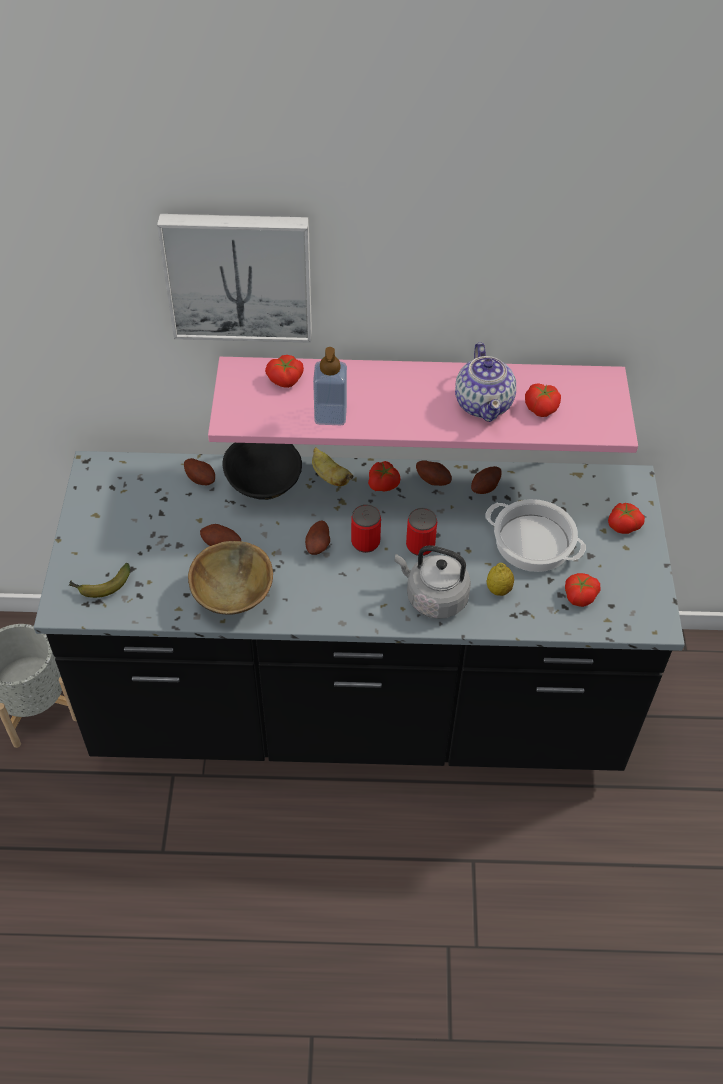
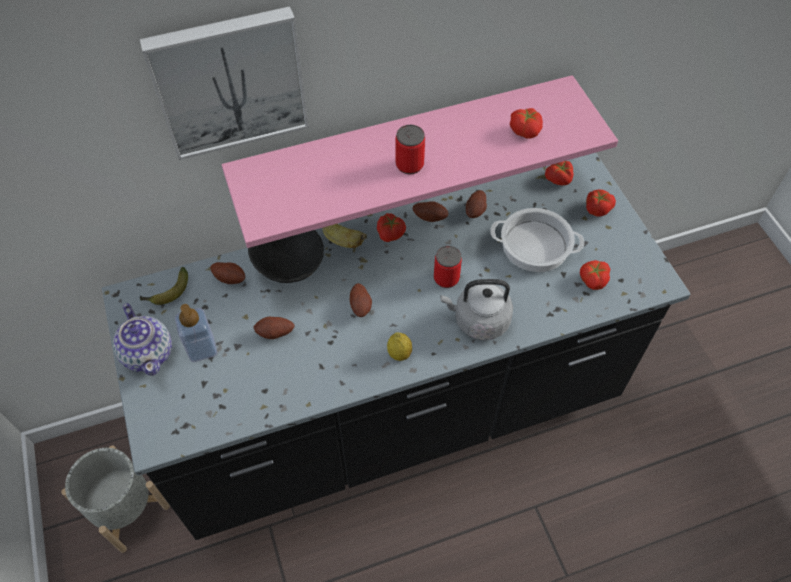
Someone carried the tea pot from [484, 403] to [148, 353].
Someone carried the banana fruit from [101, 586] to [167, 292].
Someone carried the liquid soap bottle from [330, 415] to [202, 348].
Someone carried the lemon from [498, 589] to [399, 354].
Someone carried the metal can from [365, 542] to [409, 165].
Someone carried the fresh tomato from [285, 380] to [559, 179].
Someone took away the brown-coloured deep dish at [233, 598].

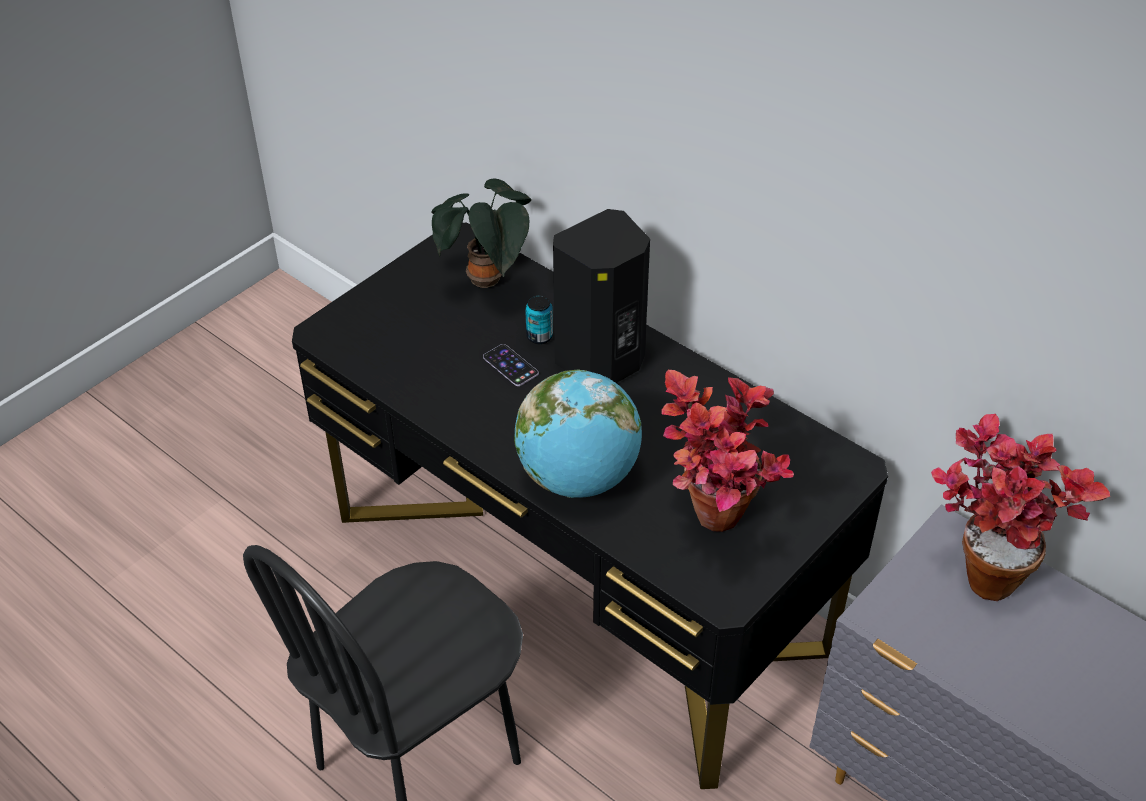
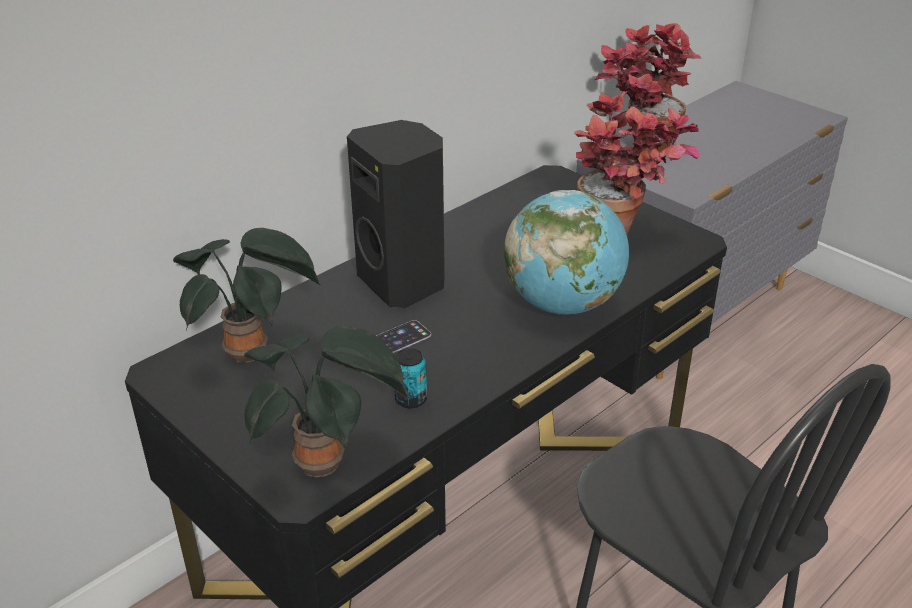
Someone put down the houseplant at [326, 463].
Someone carried the metal can from [539, 336] to [411, 399].

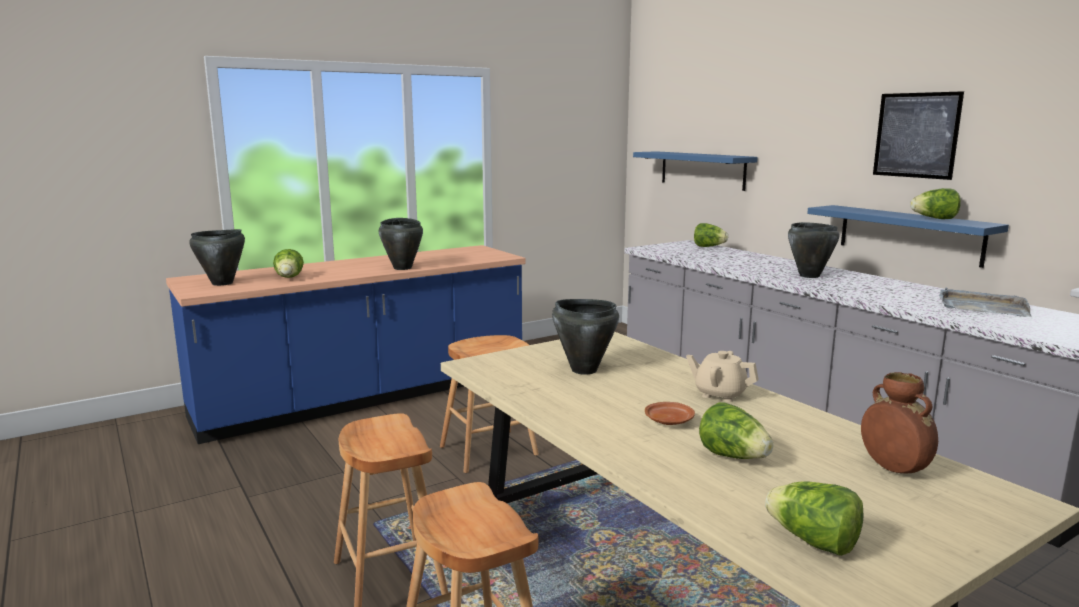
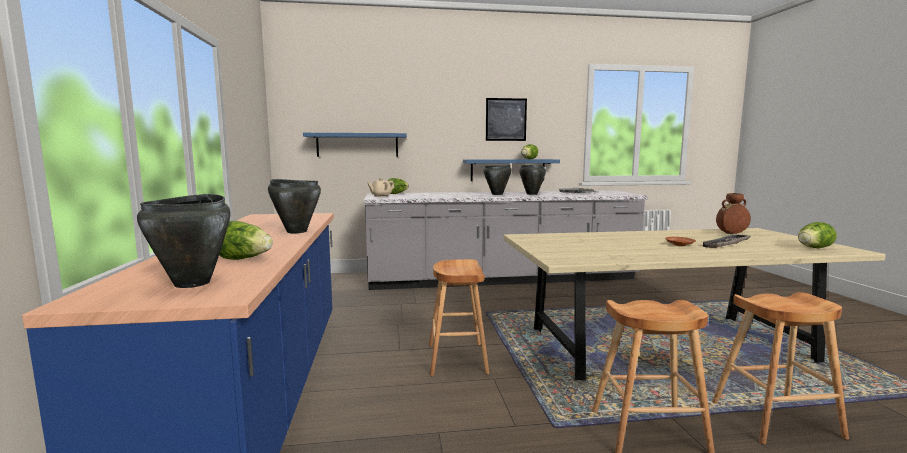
Someone carried the beige tea pot from [720, 394] to [381, 196].
Someone carried the blackish saucepot from [583, 370] to [531, 194].
Someone swapped the head of lettuce at [733, 456] for the tray at [726, 244].

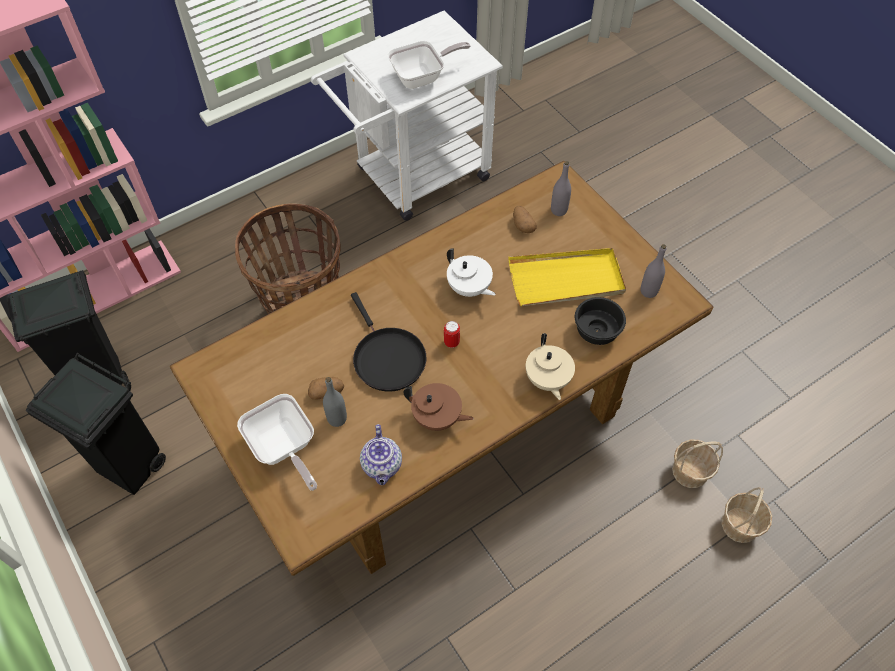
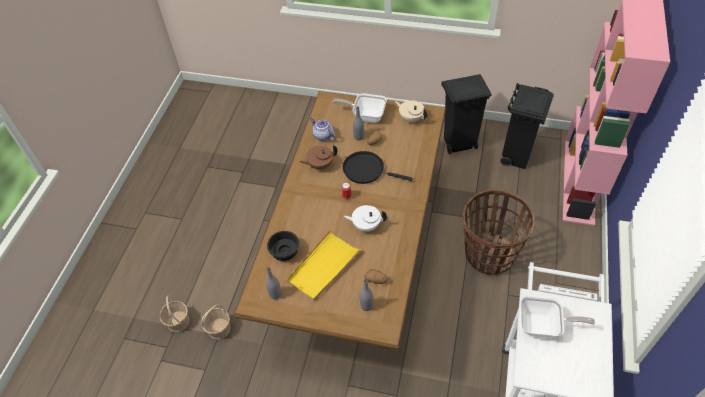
Someone carried the beige tea pot from [547, 380] to [411, 118].
Someone rotated the pan at [422, 77] by 105 degrees counterclockwise.

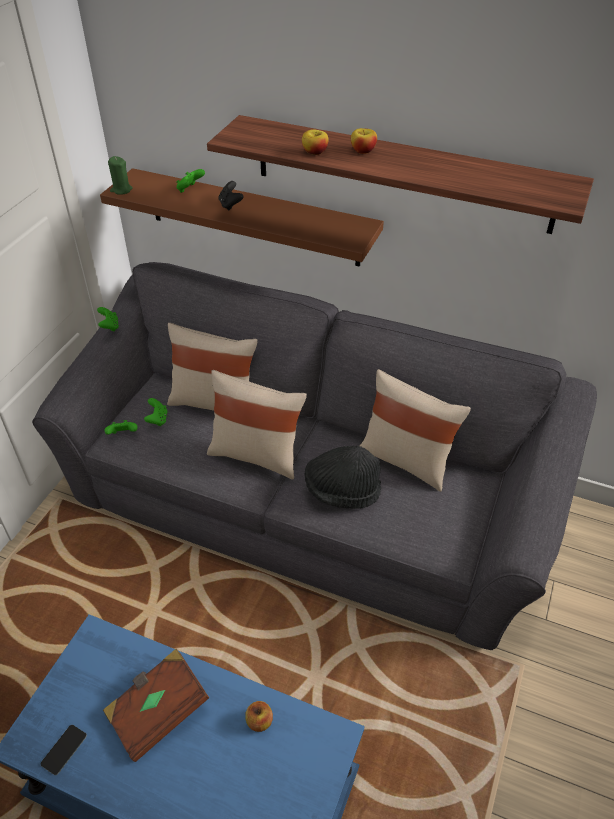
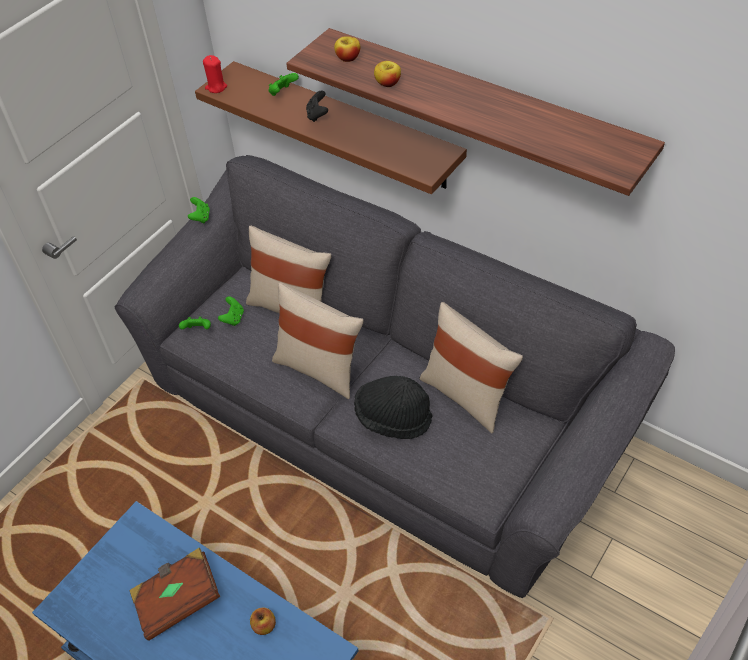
Someone repainted the green wax light at [121, 190], which became the red wax light at [216, 87].
Someone carried the whole apple from [363, 151] to [348, 58].
Someone took away the telephone at [64, 749].

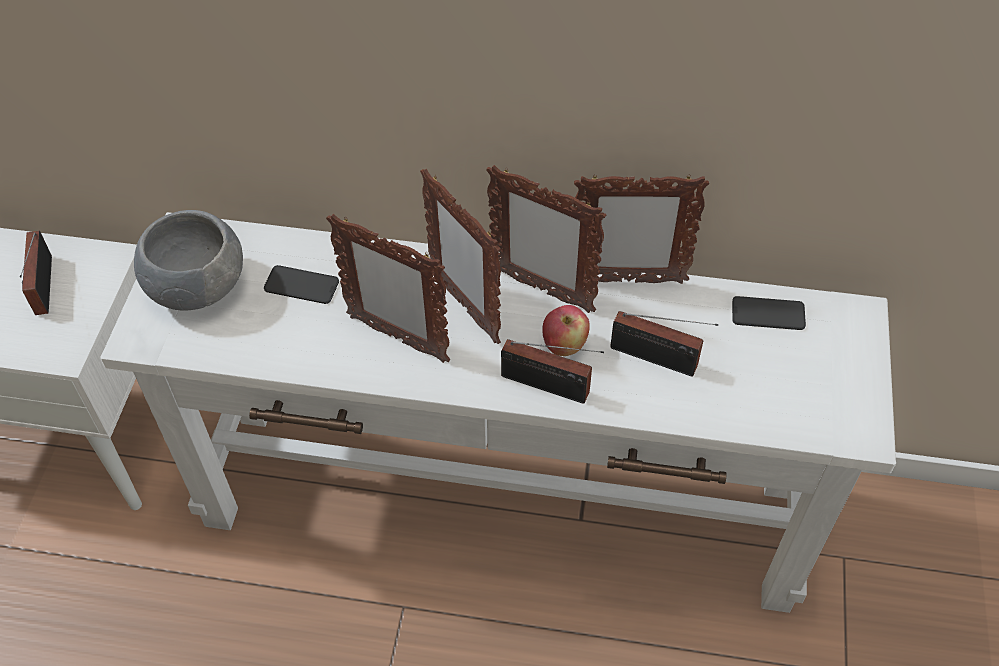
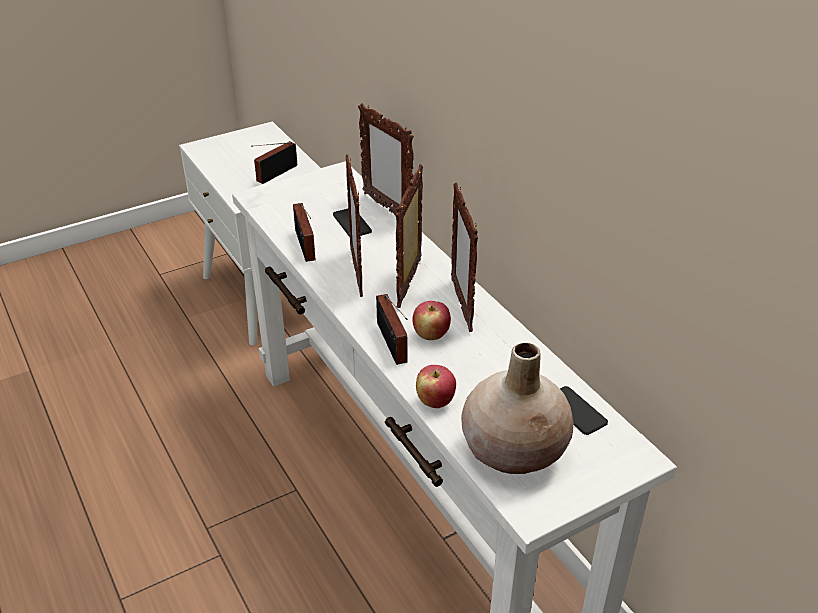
Someone carried the radio set from [658, 359] to [305, 247].
Someone carried the standing frame from [628, 281] to [387, 208].
Someone put down the whole apple at [435, 401].
Someone put down the beige decorative vase at [514, 451].
Someone took away the grey deep dish at [197, 287].

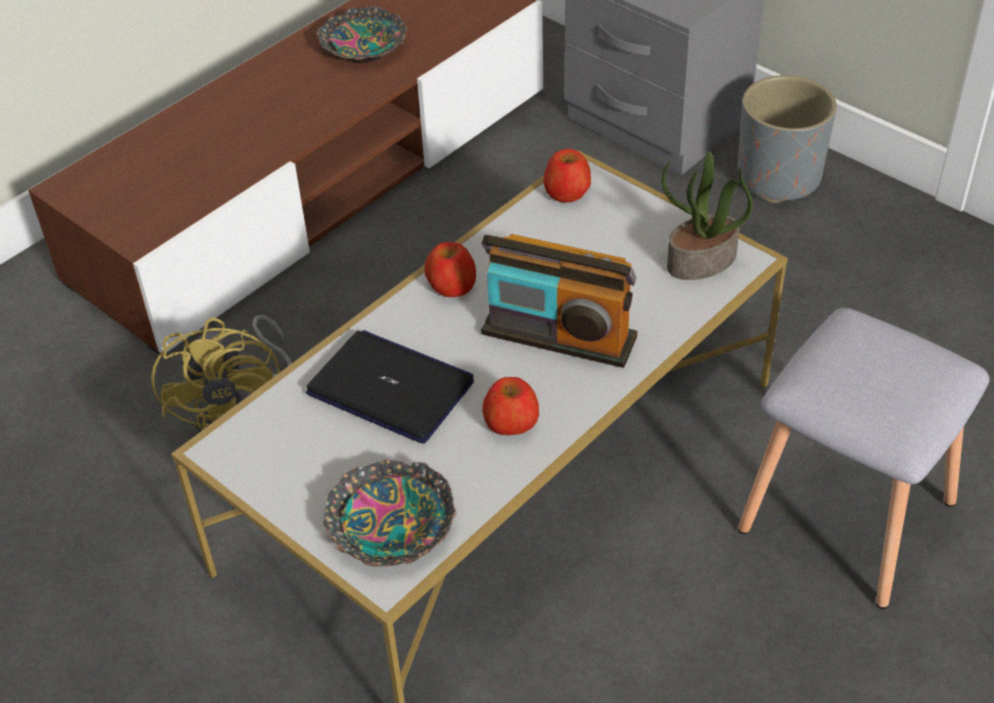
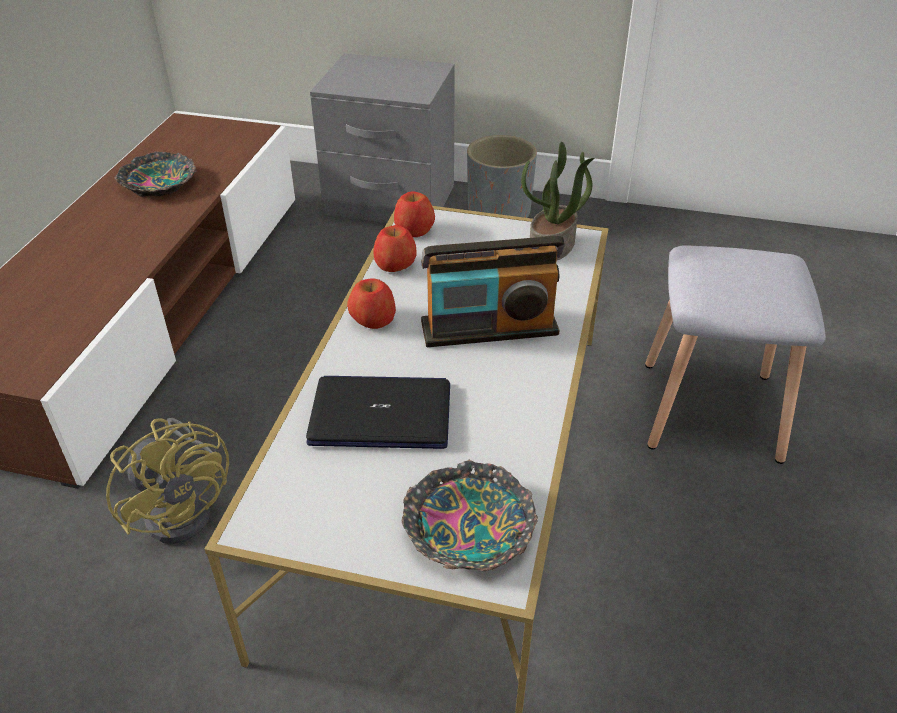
Someone carried the whole apple from [510, 422] to [395, 265].

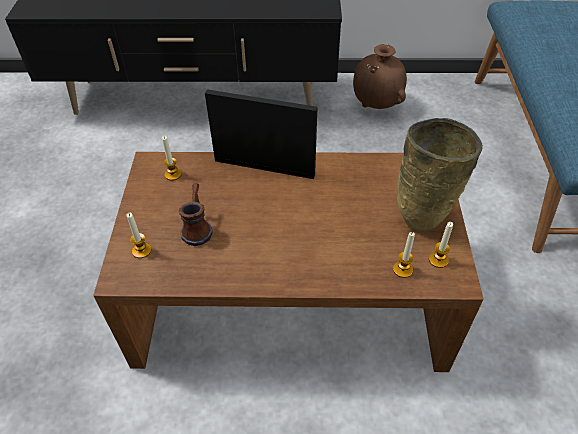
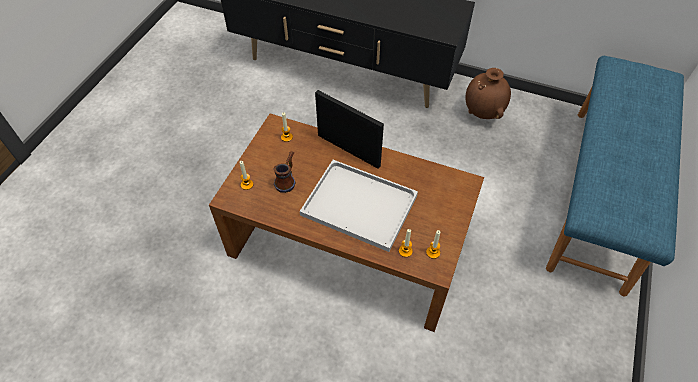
Someone put down the white tray at [357, 205].
Someone took away the beige decorative vase at [424, 217].

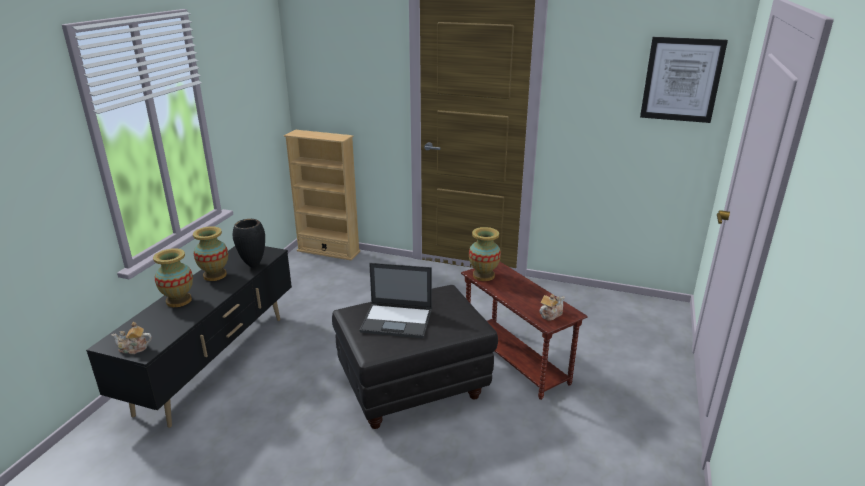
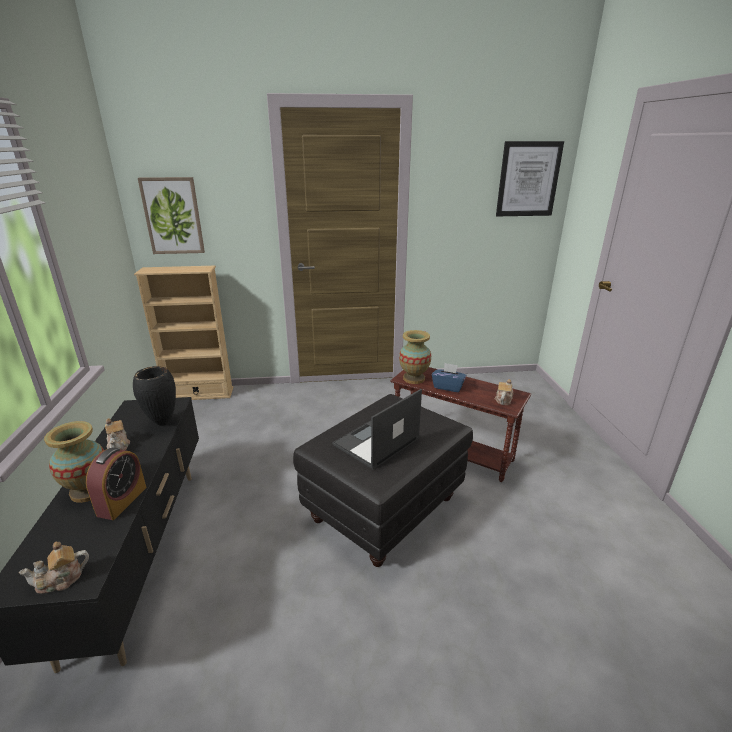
Someone put down the table clock at [122, 501].
Someone swapped the decorative vase at [215, 275] for the tea pot at [119, 446].
Someone put up the wall art at [173, 216].
Someone rotated the laptop at [397, 321] by 150 degrees clockwise.
Someone put down the bluish tissue box at [448, 387].

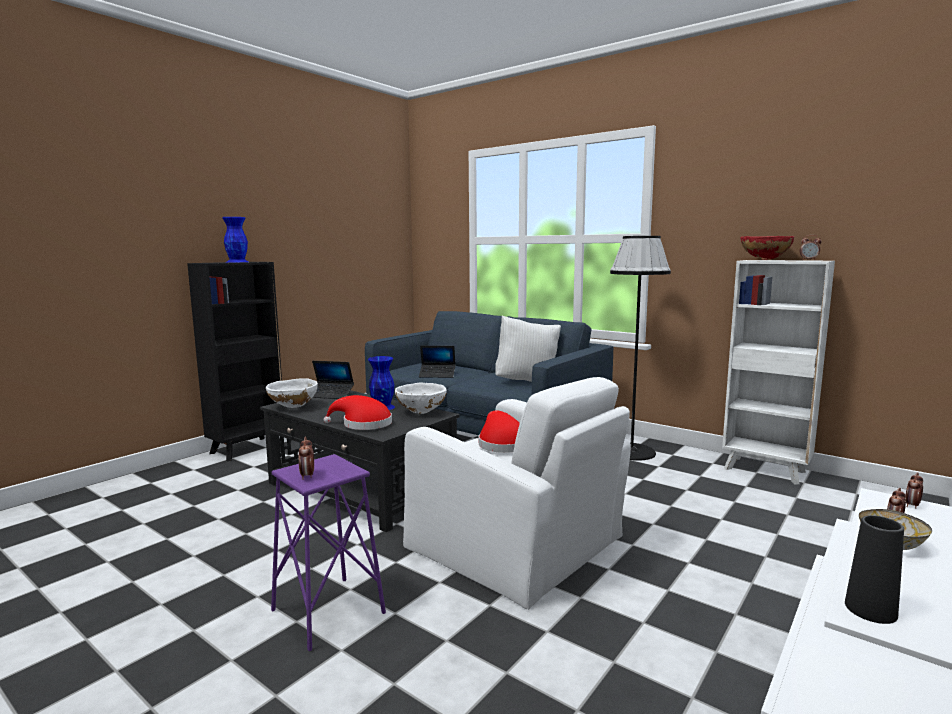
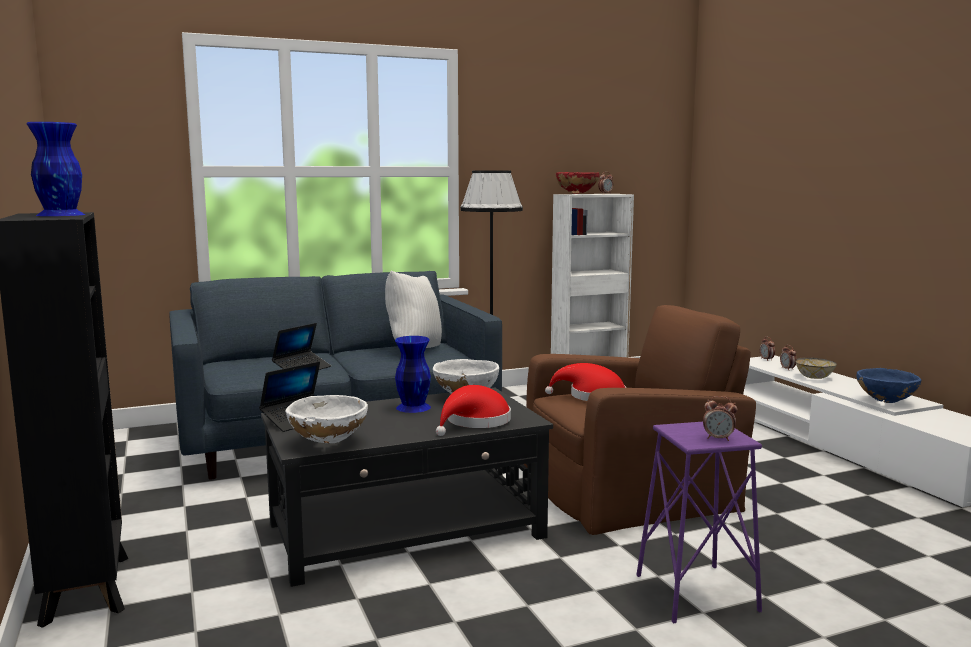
Someone repainted the white easy chair at [517, 543], which became the brown-coloured easy chair at [630, 489].
Someone swapped the blackish decorative vase at [870, 609] for the bluish deep dish at [886, 401].

